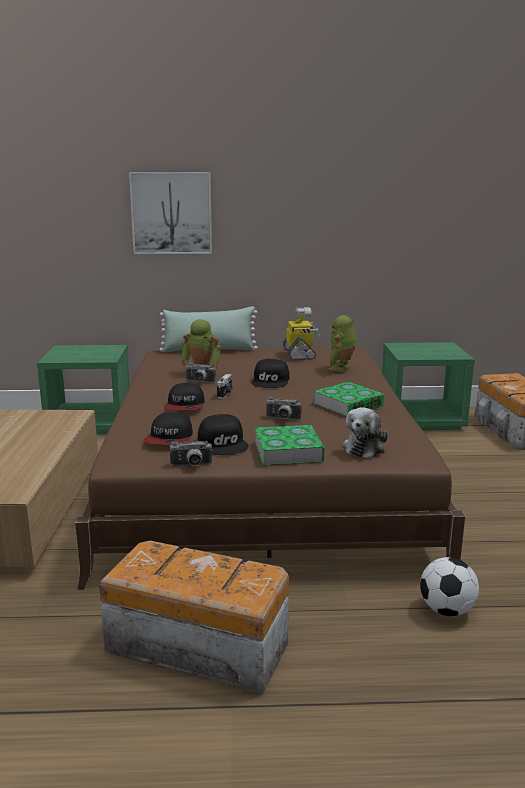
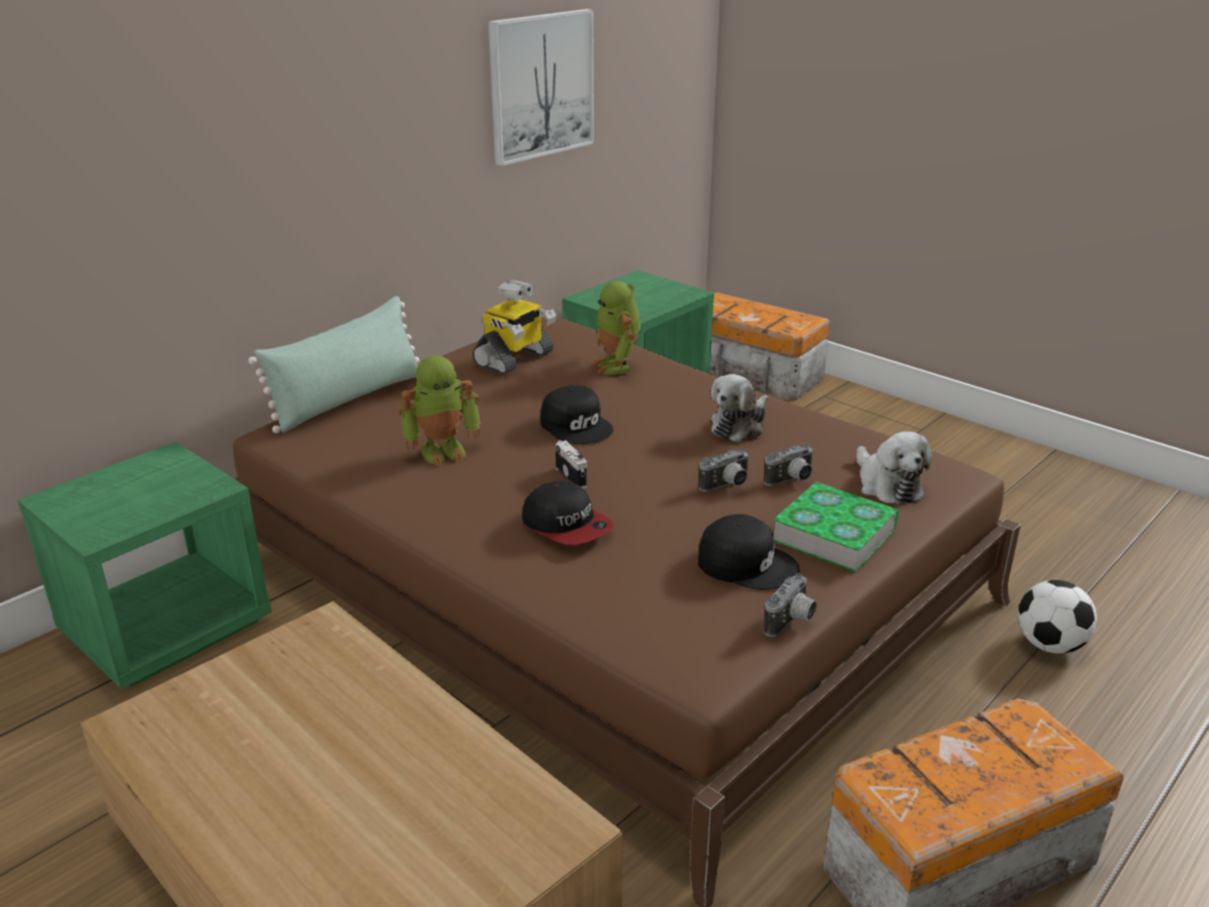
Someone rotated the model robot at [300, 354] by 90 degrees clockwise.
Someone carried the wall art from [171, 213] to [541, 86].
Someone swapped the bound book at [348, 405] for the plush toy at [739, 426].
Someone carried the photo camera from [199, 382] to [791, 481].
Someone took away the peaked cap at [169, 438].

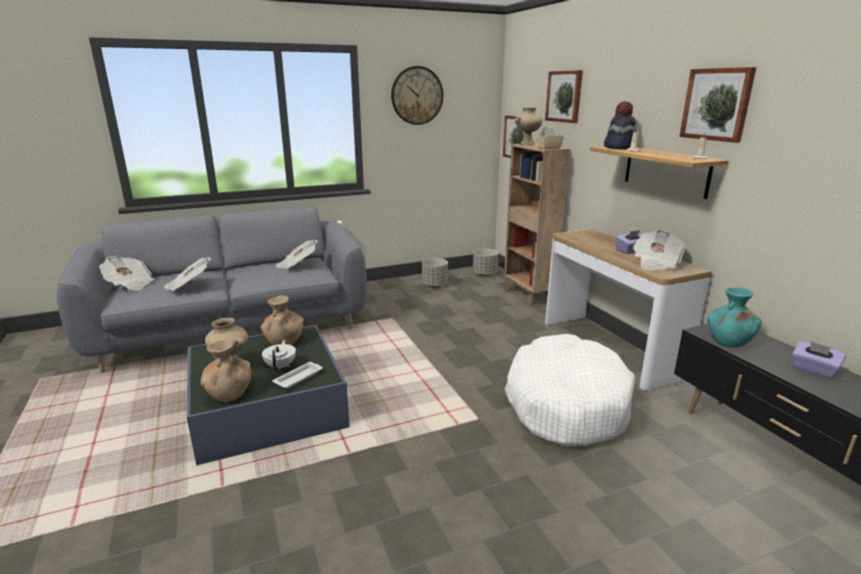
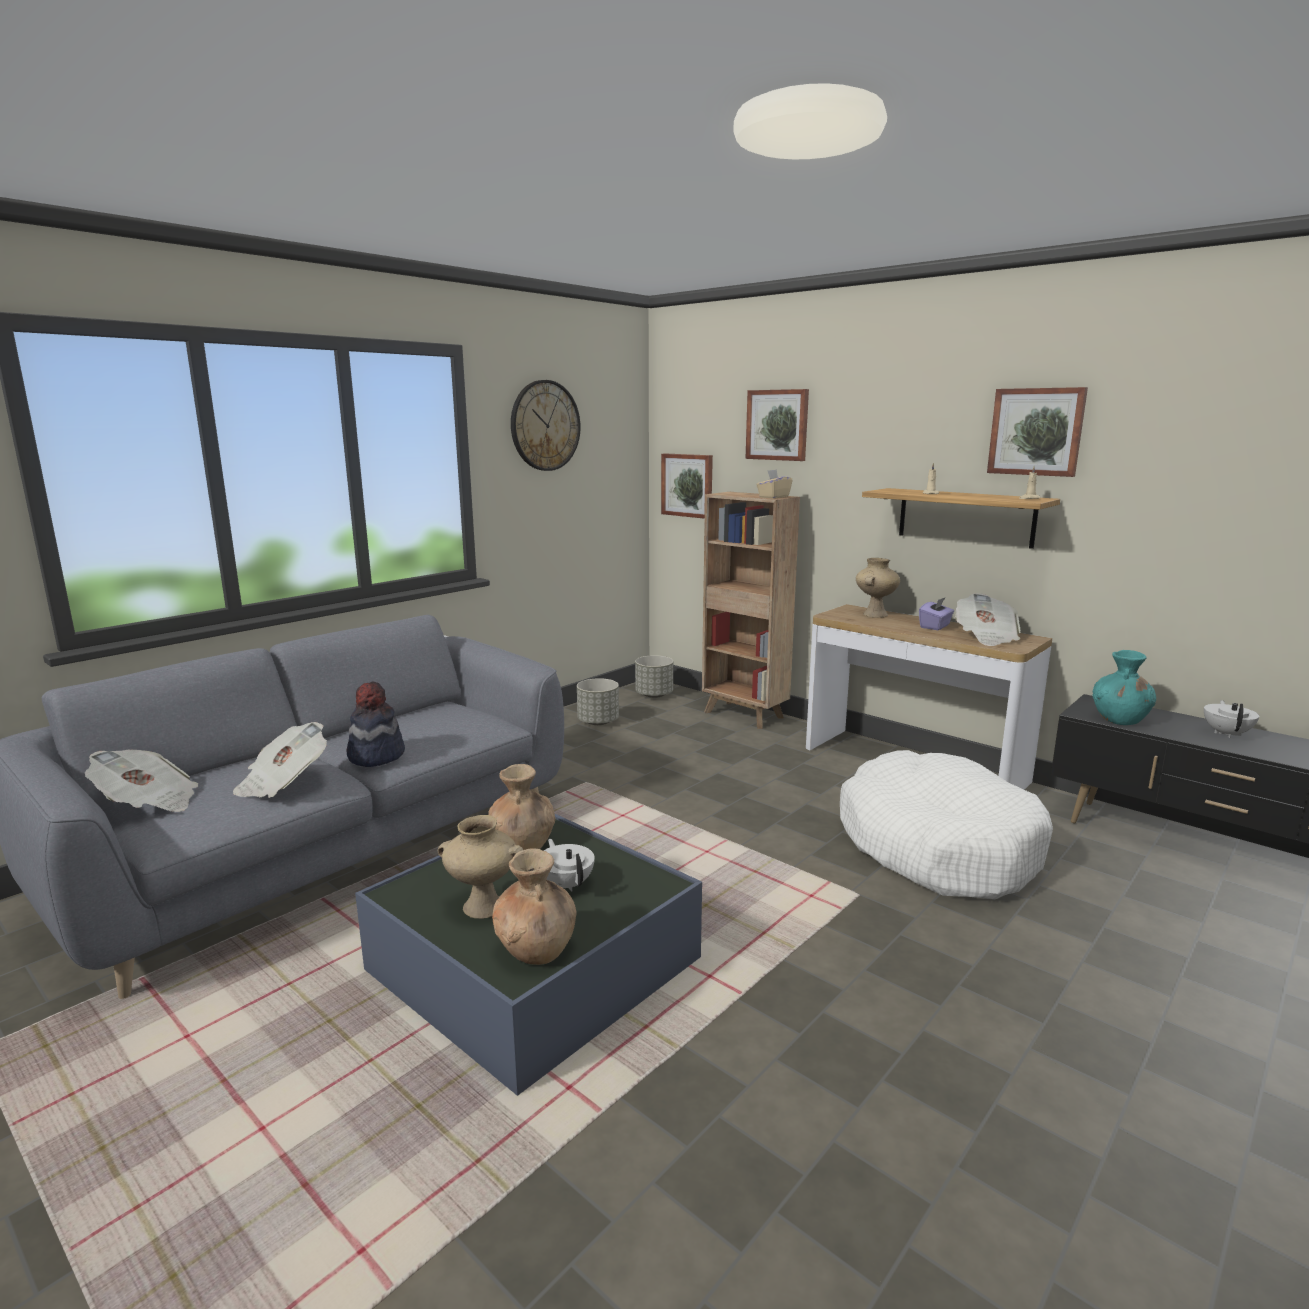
Someone carried the hat from [619, 148] to [376, 756].
Someone carried the beige decorative vase from [527, 144] to [875, 614].
Someone swapped the purplish tissue box at [813, 370] for the white tea pot at [1226, 733].
Someone took away the white tray at [299, 377].
Someone took away the daily paper at [297, 265].

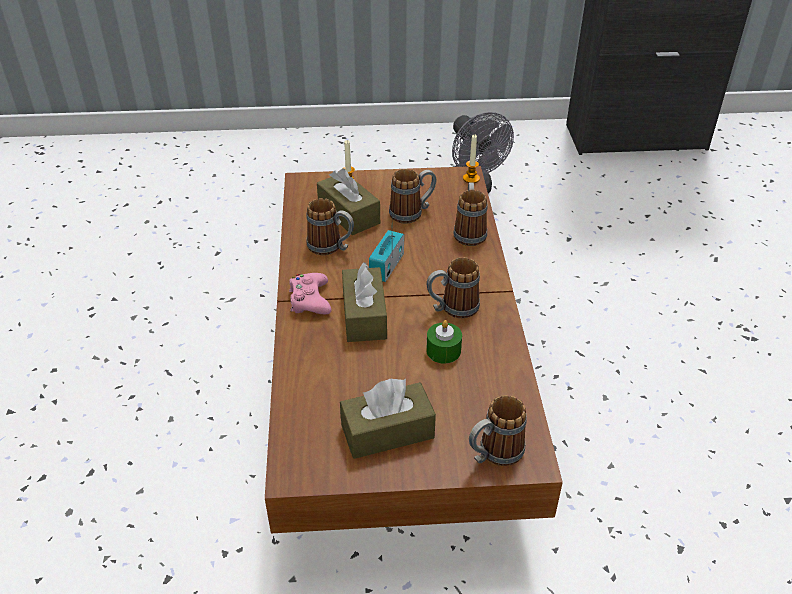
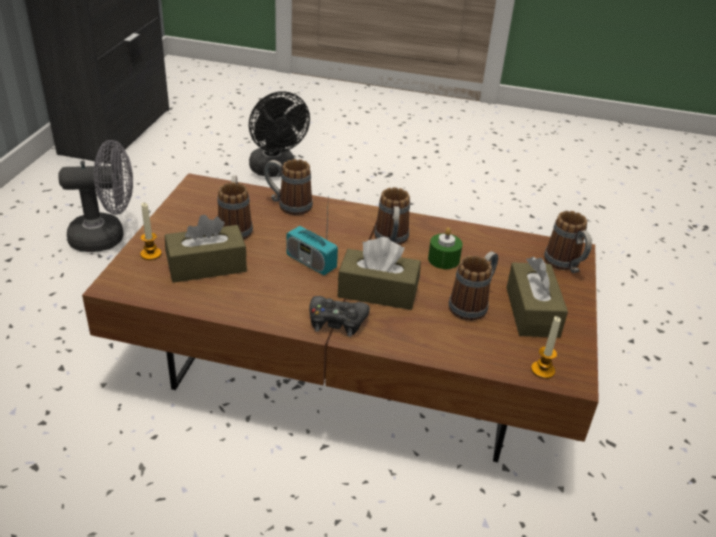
Someone put down the blackish electric fan at [275, 170].
Someone repainted the pink-coloured game controller at [310, 300], which became the blackish game controller at [337, 321].
Someone carried the mug from [331, 247] to [472, 305].
Someone carried the wax light from [471, 178] to [542, 370].

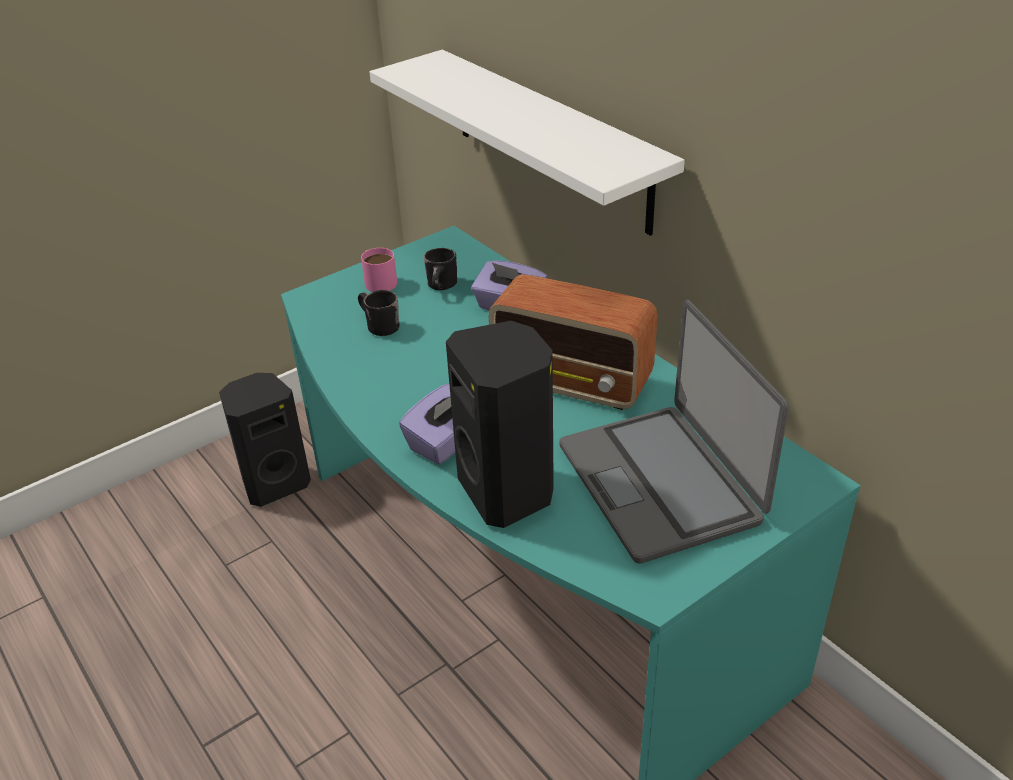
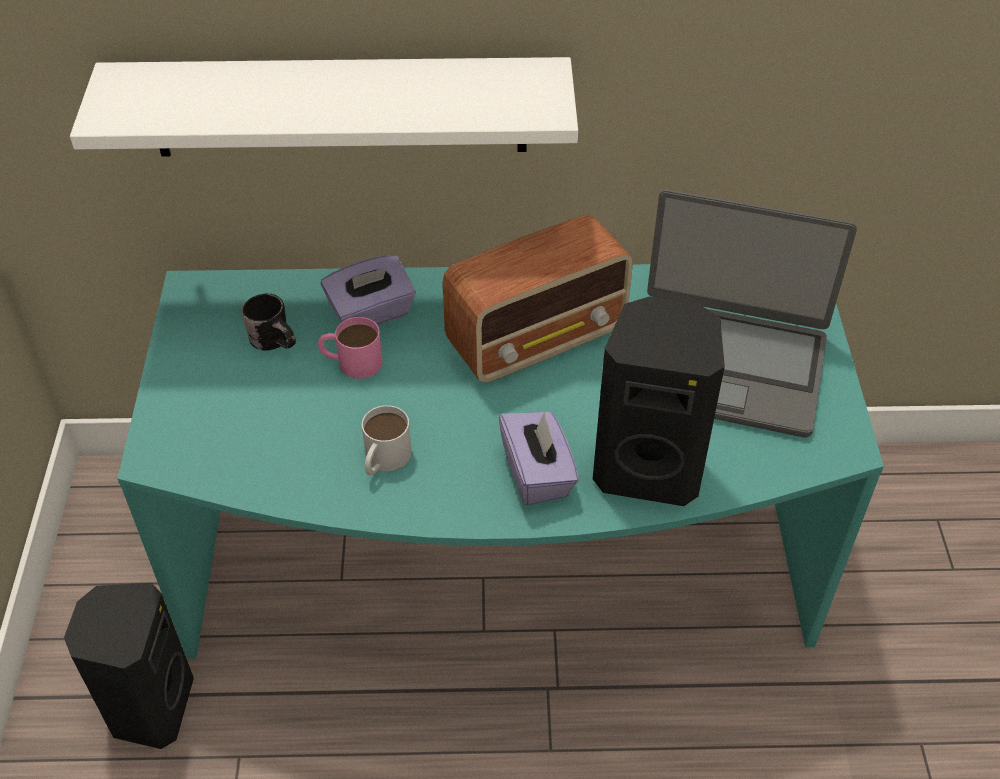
Someone carried the pink-coloured mug from [378, 280] to [351, 362].
Someone put down the white mug at [383, 460].
Someone took away the blackish mug at [377, 326].

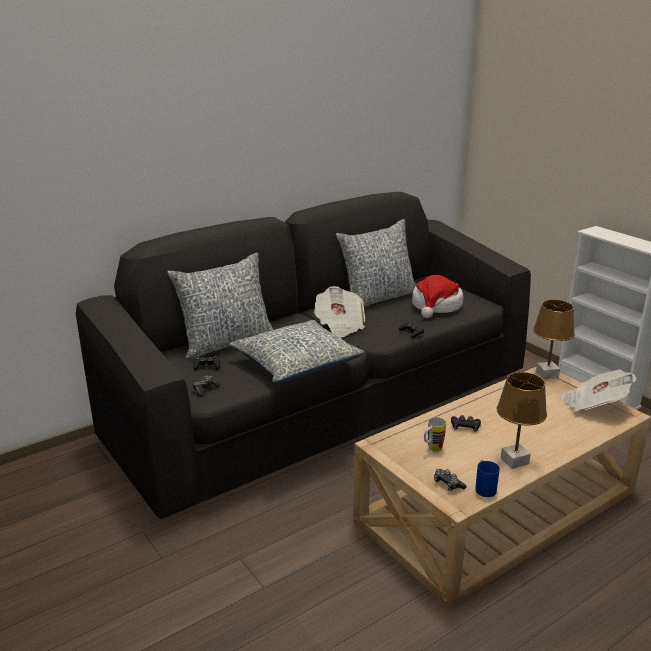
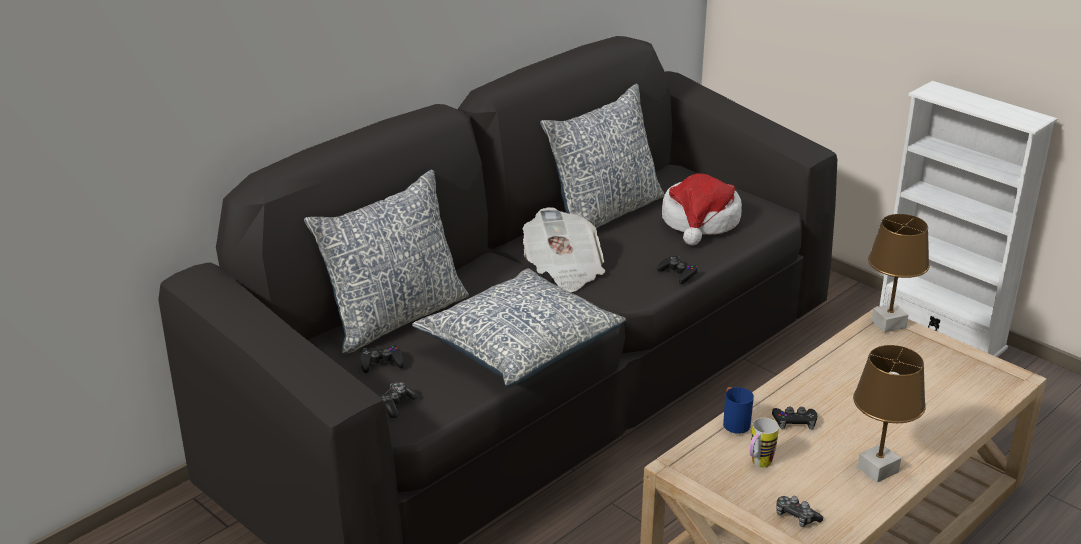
Someone carried the bluish mug from [484, 488] to [733, 422].
Someone took away the daily paper at [593, 405].

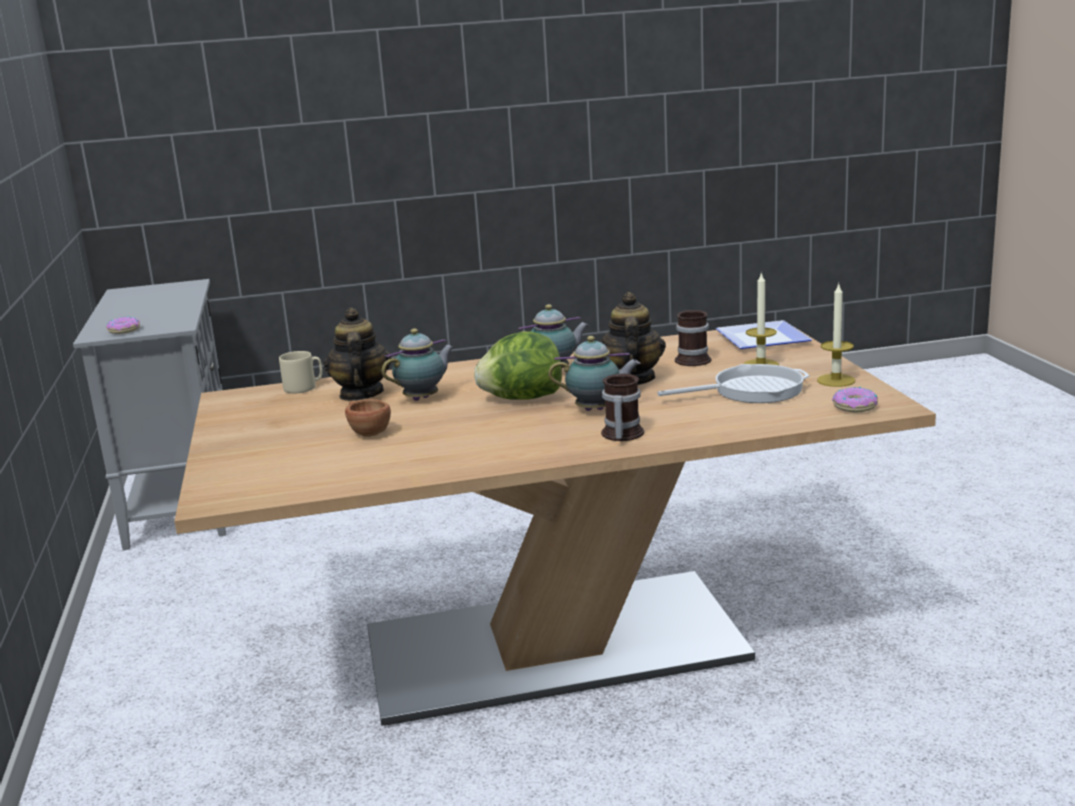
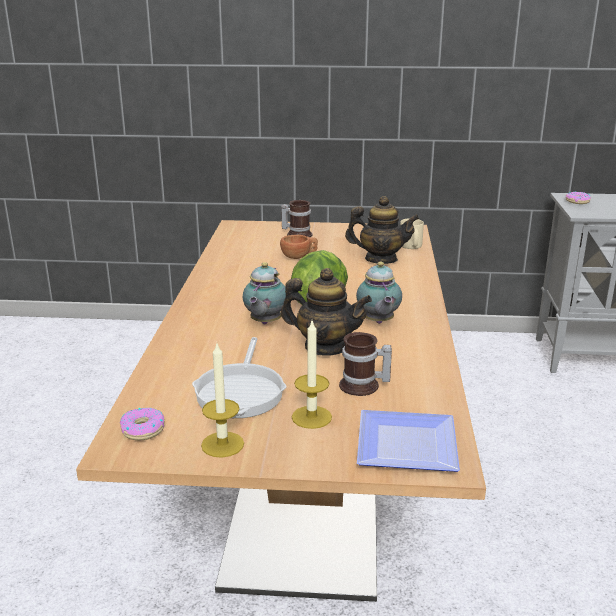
Someone carried the mug from [620, 435] to [297, 234].
Someone took away the tea pot at [423, 398].

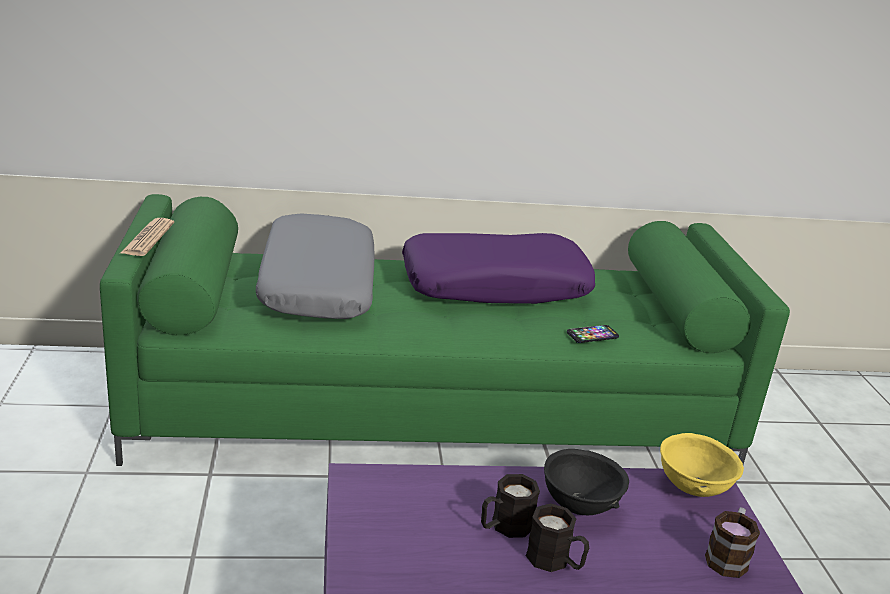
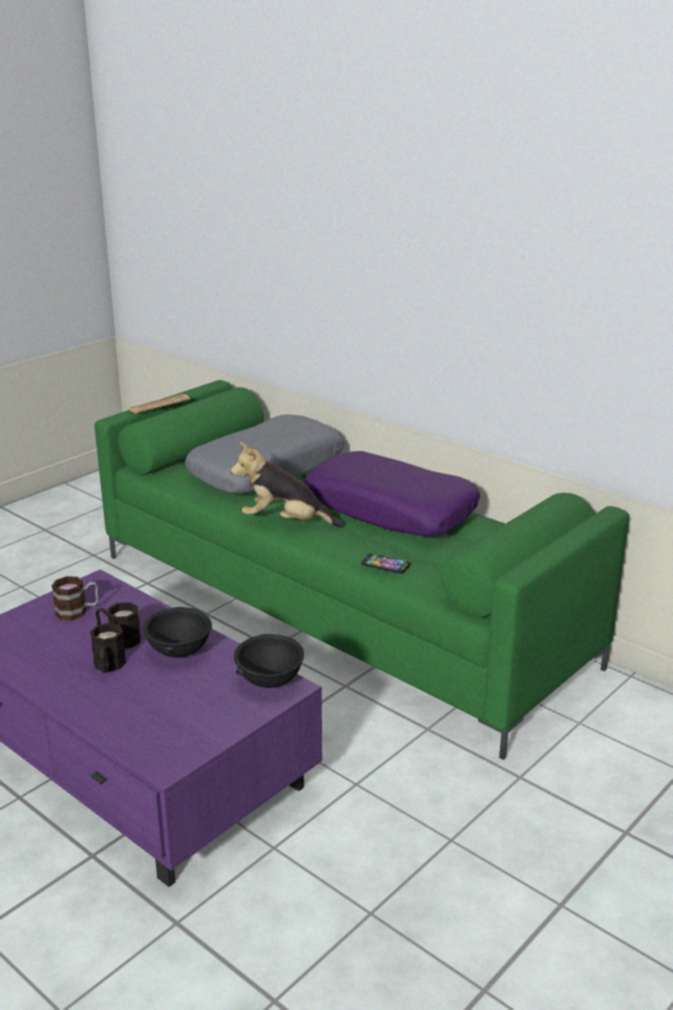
Someone carried the mug from [728, 557] to [78, 611].
Someone put down the plush toy at [285, 522].
Someone repainted the yellow deep dish at [694, 488], which became the blackish deep dish at [270, 682].

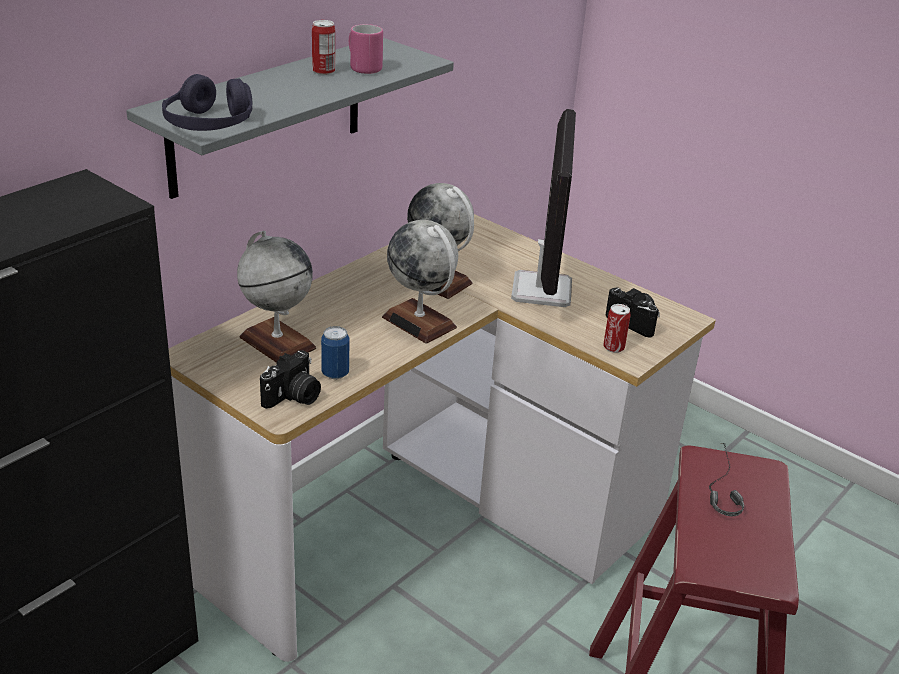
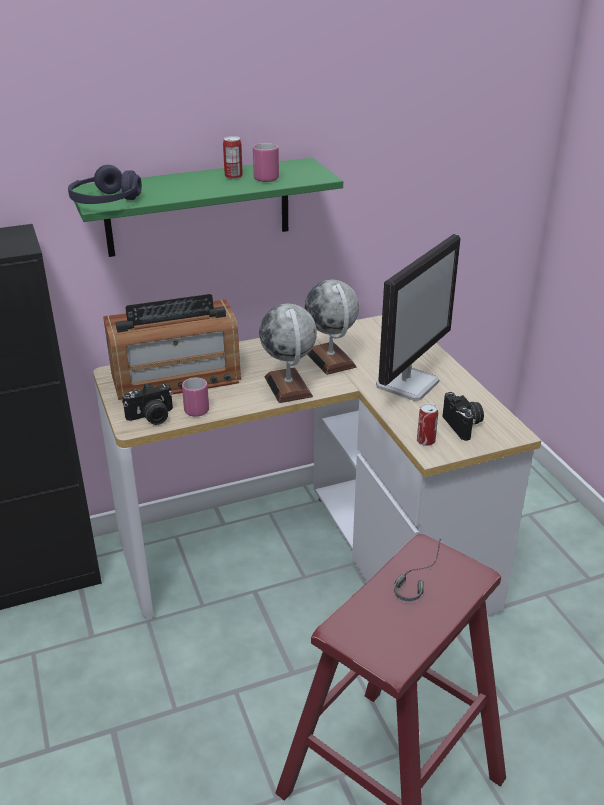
Someone repainted the grey bracket shelf at [267, 116], which became the green bracket shelf at [198, 207].
Someone swapped the globe at [277, 342] for the radio set at [176, 378].
Someone swapped the metal can at [335, 373] for the pink-coloured mug at [194, 408].

